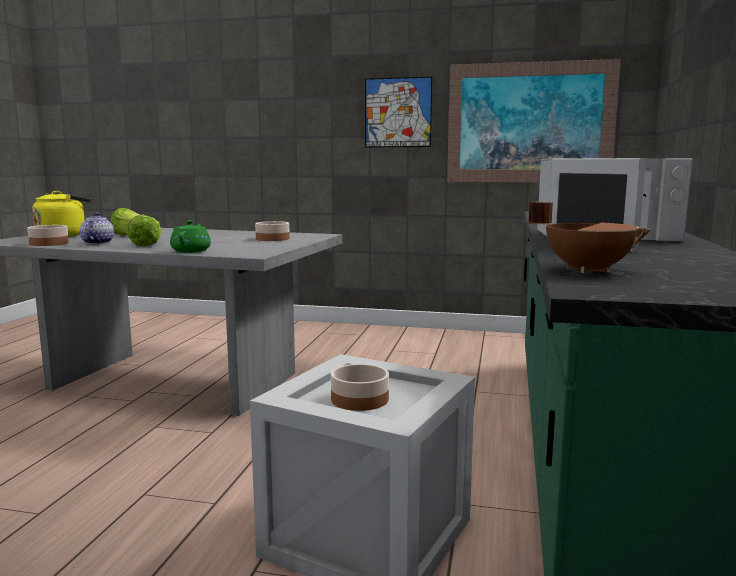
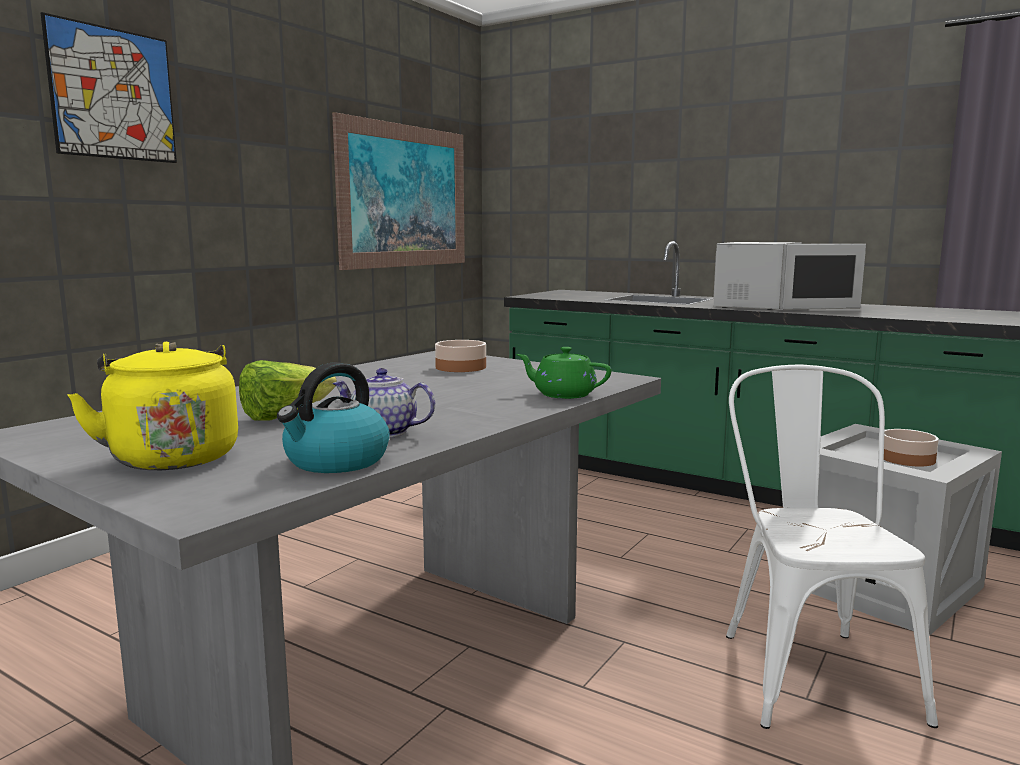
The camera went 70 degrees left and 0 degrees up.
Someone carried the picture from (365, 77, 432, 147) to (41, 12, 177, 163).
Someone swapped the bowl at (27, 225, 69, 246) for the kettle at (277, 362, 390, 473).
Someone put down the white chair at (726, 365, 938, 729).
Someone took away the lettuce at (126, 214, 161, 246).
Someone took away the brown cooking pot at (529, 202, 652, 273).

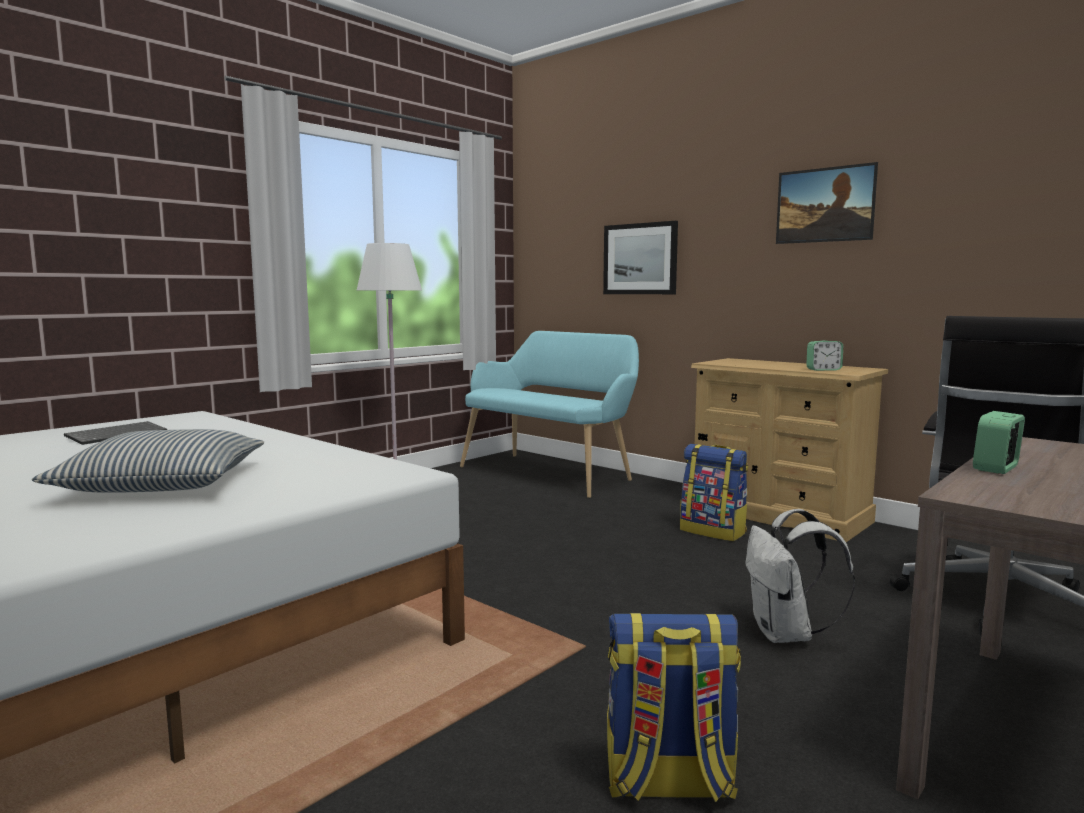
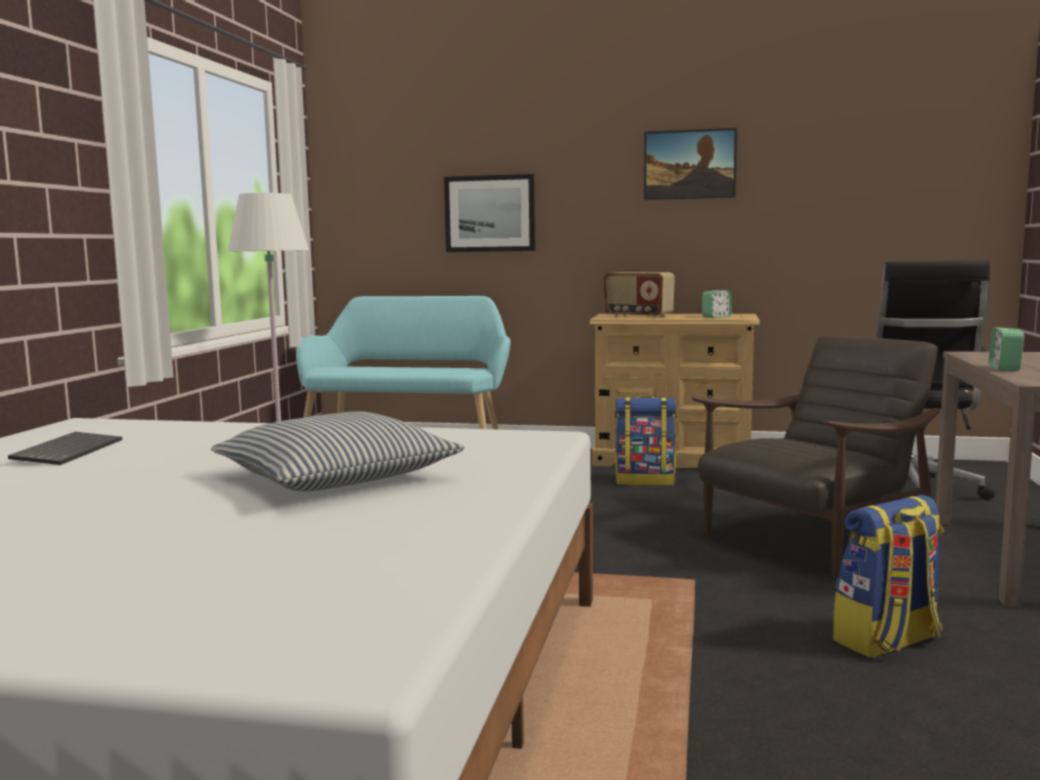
The camera went 30 degrees left and 0 degrees up.
Someone put down the radio at (604, 272, 675, 318).
Someone swapped the white backpack at (745, 509, 855, 643) for the brown armchair at (692, 335, 940, 578).

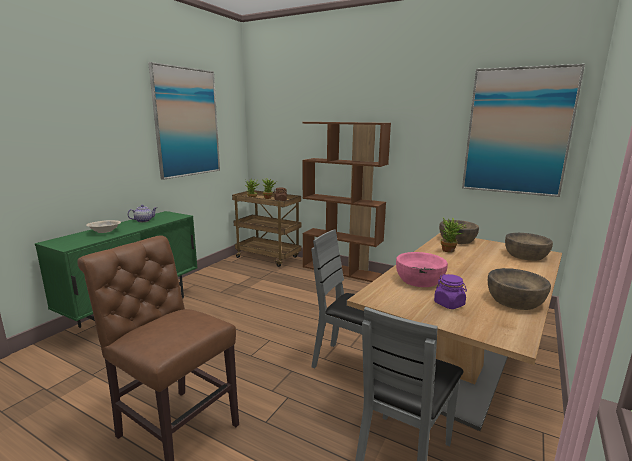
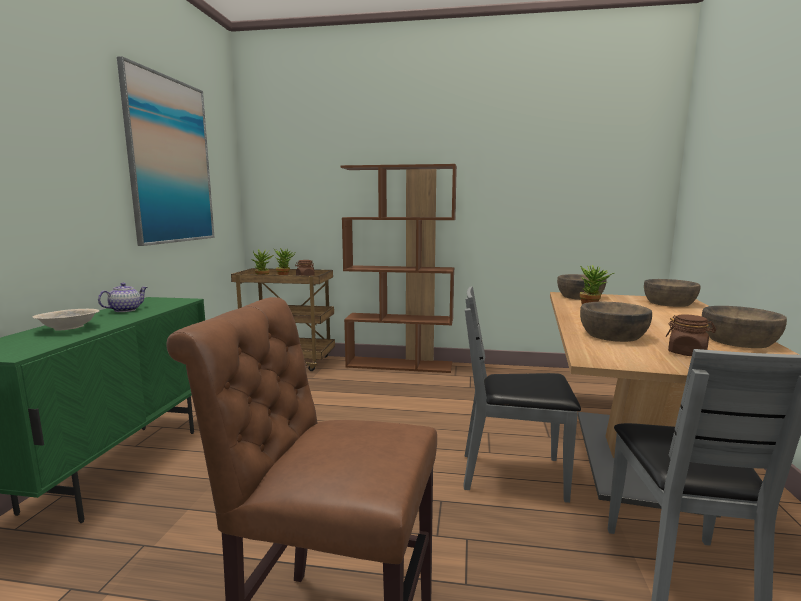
The camera went 20 degrees left and 5 degrees down.
Someone repainted the pink bowl at (396, 252, 448, 287), which became the brown bowl at (580, 301, 652, 342).
Someone repainted the purple jar at (434, 274, 467, 309), which became the brown jar at (666, 315, 716, 356).
Someone took away the picture at (462, 64, 585, 197).

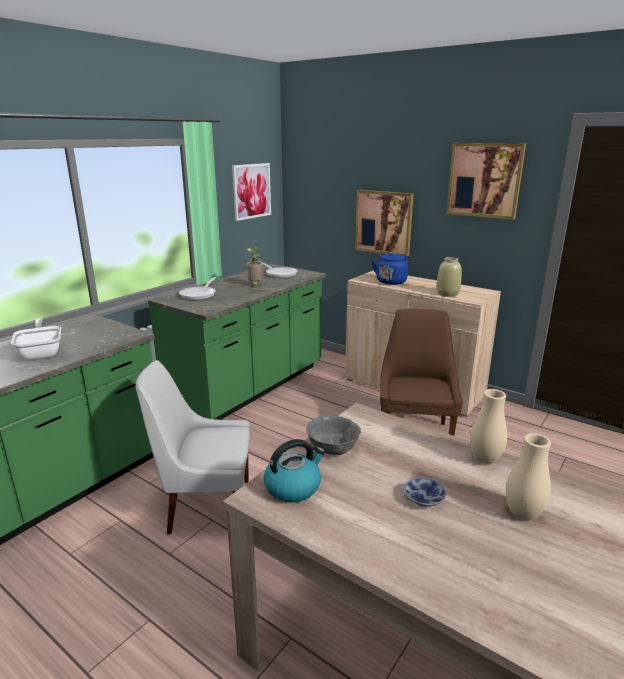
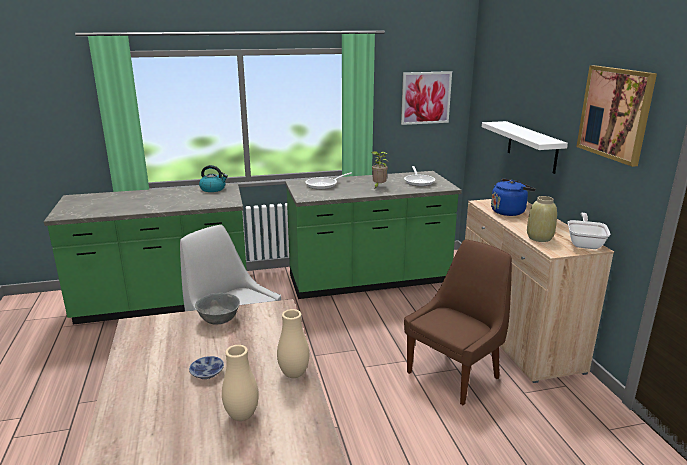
The camera went 40 degrees right and 0 degrees up.
Someone carried the kettle from (264, 439, 325, 503) to (199, 165, 228, 192).
Someone swapped the picture at (355, 190, 414, 256) for the white shelf at (482, 121, 568, 174).
Someone carried the frying pan from (11, 318, 61, 360) to (568, 213, 610, 249).

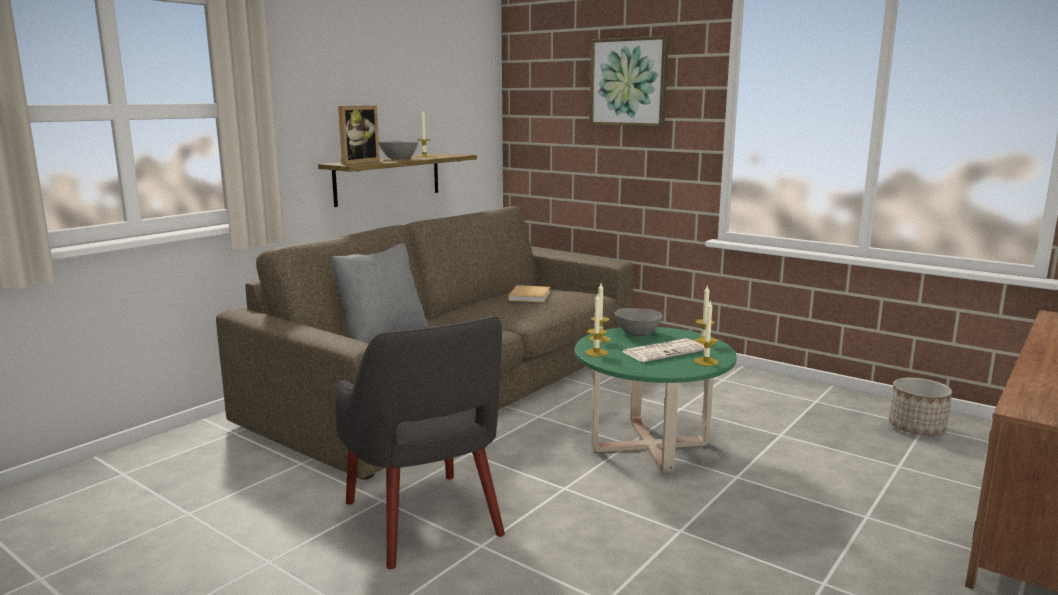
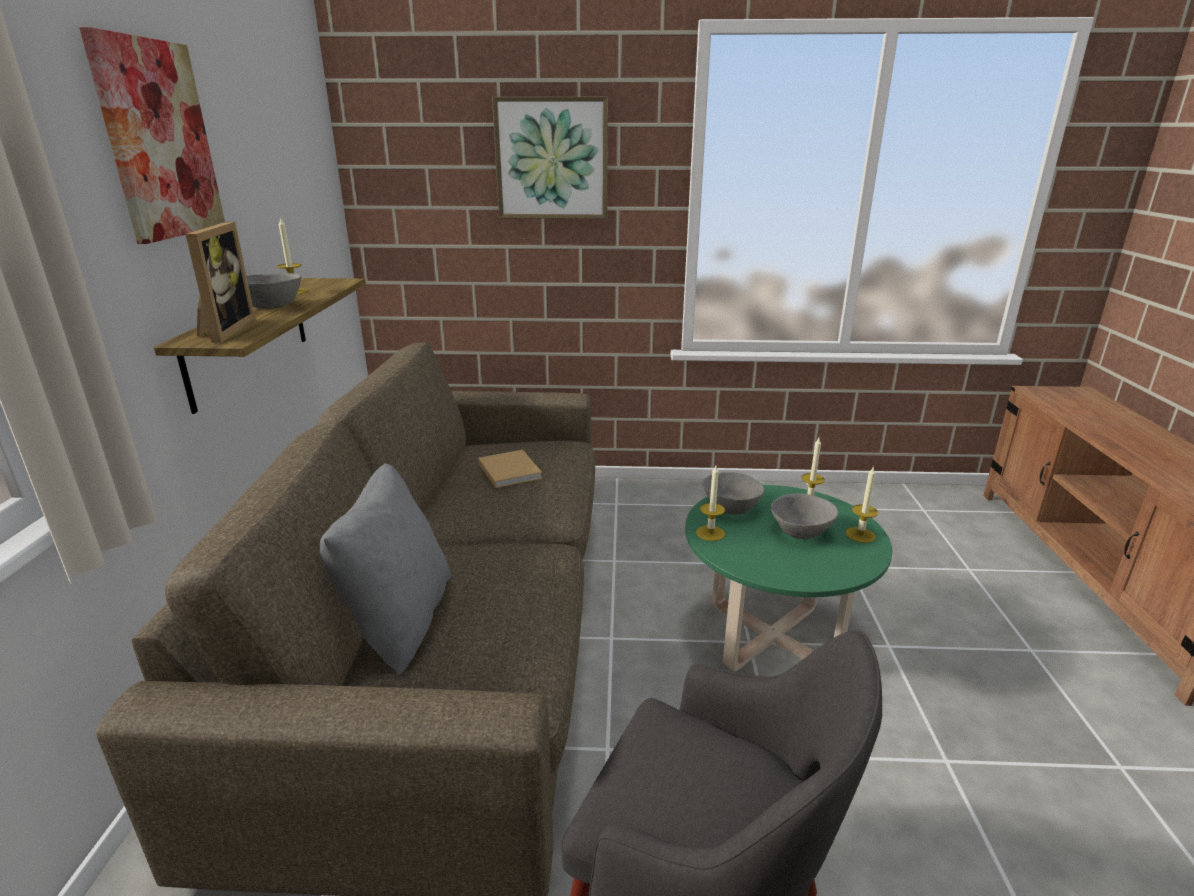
The camera went 35 degrees left and 10 degrees up.
Someone put up the picture at (79, 27, 225, 244).
Someone swapped the newspaper at (623, 338, 704, 362) for the grey bowl at (771, 494, 838, 539).
Someone took away the candle at (585, 294, 608, 357).
Someone took away the planter at (889, 378, 952, 435).

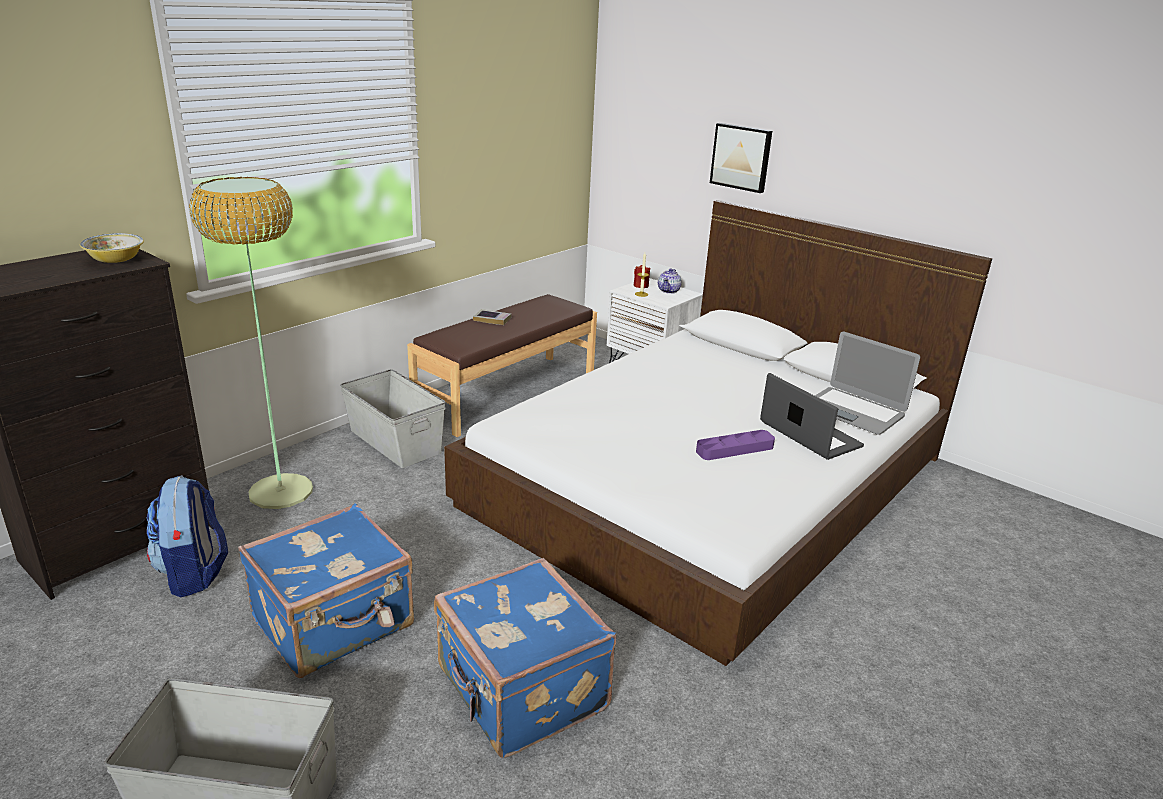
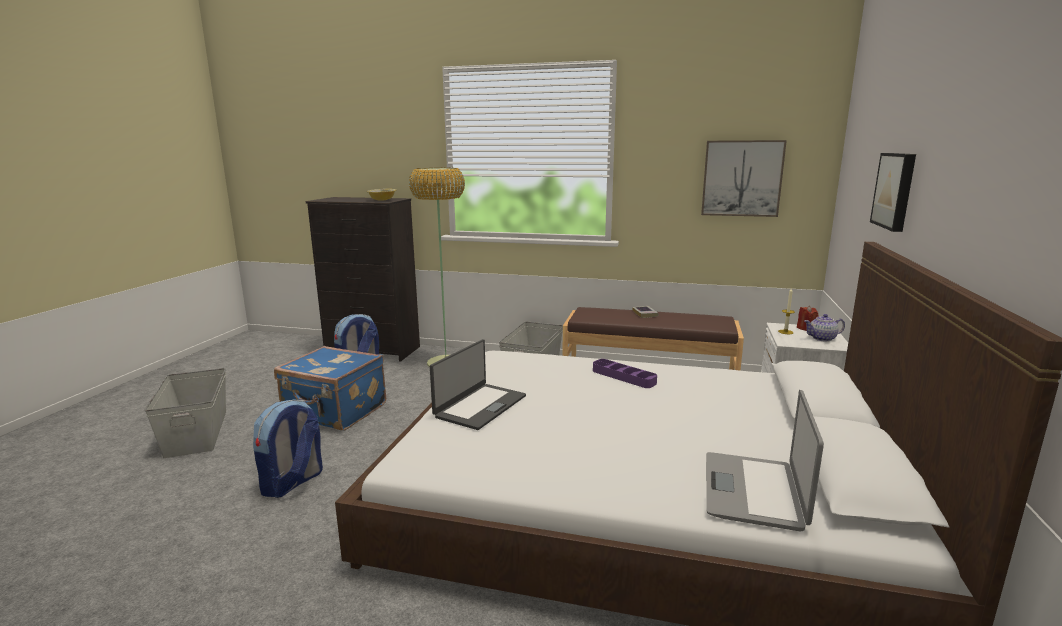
The camera went 65 degrees right and 10 degrees down.
Someone swapped the blue suitcase at (434, 558, 616, 758) for the backpack at (253, 400, 323, 498).
Someone carried the laptop from (760, 373, 864, 460) to (430, 339, 526, 430).
Someone carried the purple tray from (696, 430, 775, 460) to (593, 359, 657, 388).
Someone put up the picture at (701, 140, 787, 217).

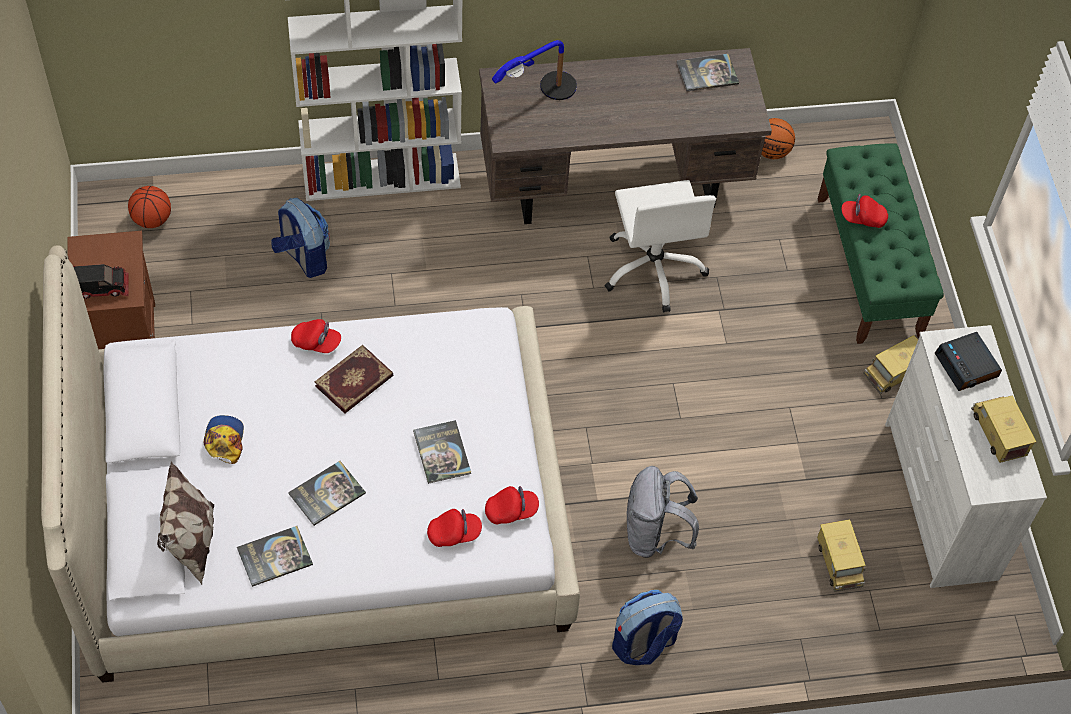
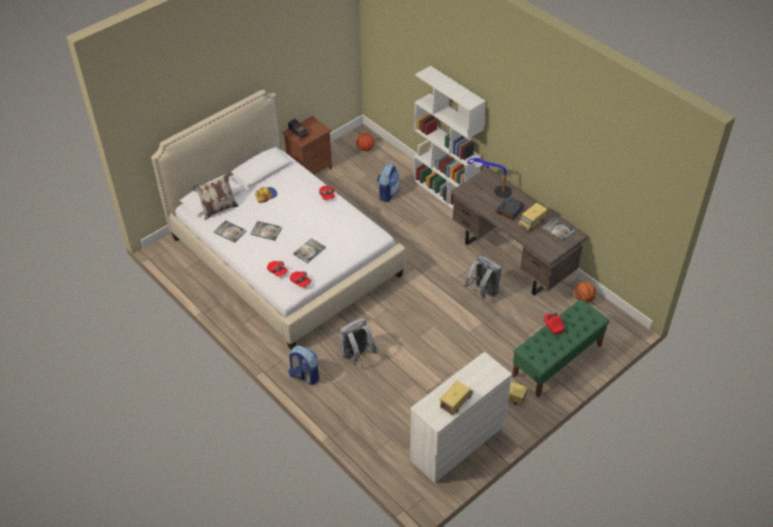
The camera went 60 degrees right and 10 degrees down.
Someone swapped the white office chair at (605, 180, 716, 312) for the grey backpack at (464, 256, 502, 300).
Someone carried the alarm clock from (935, 332, 1002, 391) to (495, 196, 524, 220).
Someone carried the toy truck from (817, 519, 866, 592) to (518, 202, 548, 233).
Someone took away the book at (315, 345, 393, 413).

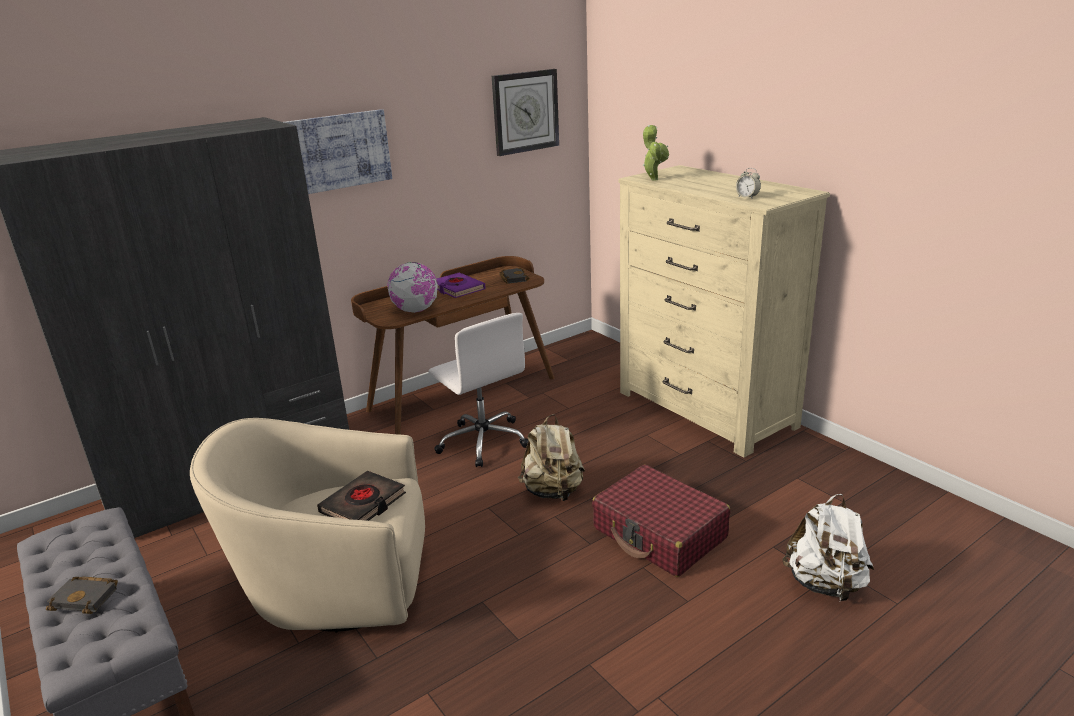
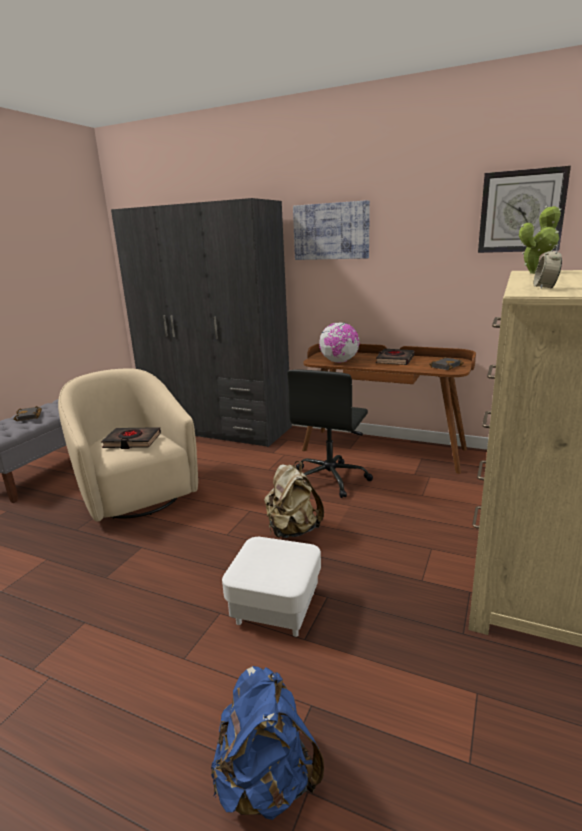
The camera went 60 degrees right and 5 degrees down.
Someone repainted the white backpack at (782, 494, 874, 601), which became the blue backpack at (211, 666, 324, 820).
Someone swapped the red suitcase at (592, 465, 730, 577) for the white ottoman at (222, 537, 321, 637).
Someone repainted the white office chair at (428, 313, 529, 467), which became the black office chair at (287, 369, 373, 498).
Someone repainted the purple book at (437, 272, 486, 298), which became the black book at (376, 349, 415, 365).

